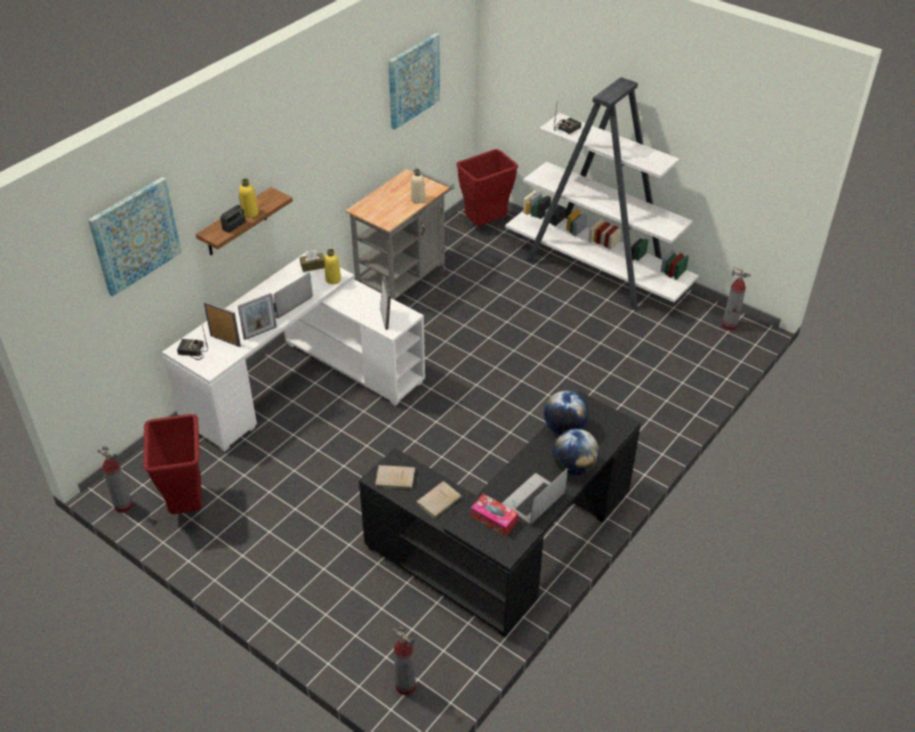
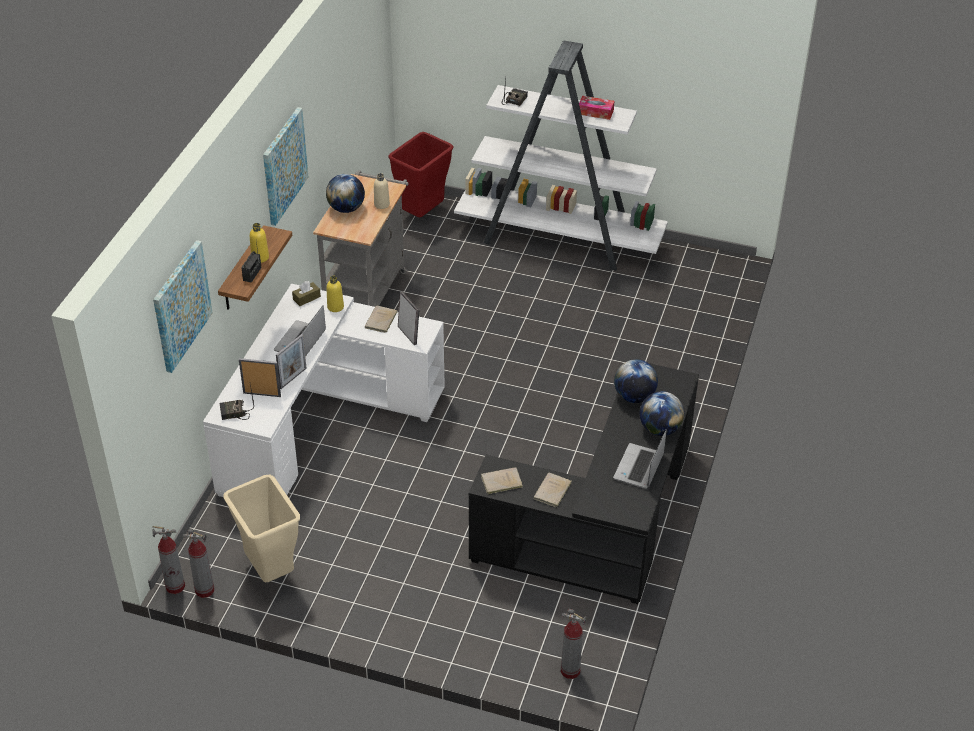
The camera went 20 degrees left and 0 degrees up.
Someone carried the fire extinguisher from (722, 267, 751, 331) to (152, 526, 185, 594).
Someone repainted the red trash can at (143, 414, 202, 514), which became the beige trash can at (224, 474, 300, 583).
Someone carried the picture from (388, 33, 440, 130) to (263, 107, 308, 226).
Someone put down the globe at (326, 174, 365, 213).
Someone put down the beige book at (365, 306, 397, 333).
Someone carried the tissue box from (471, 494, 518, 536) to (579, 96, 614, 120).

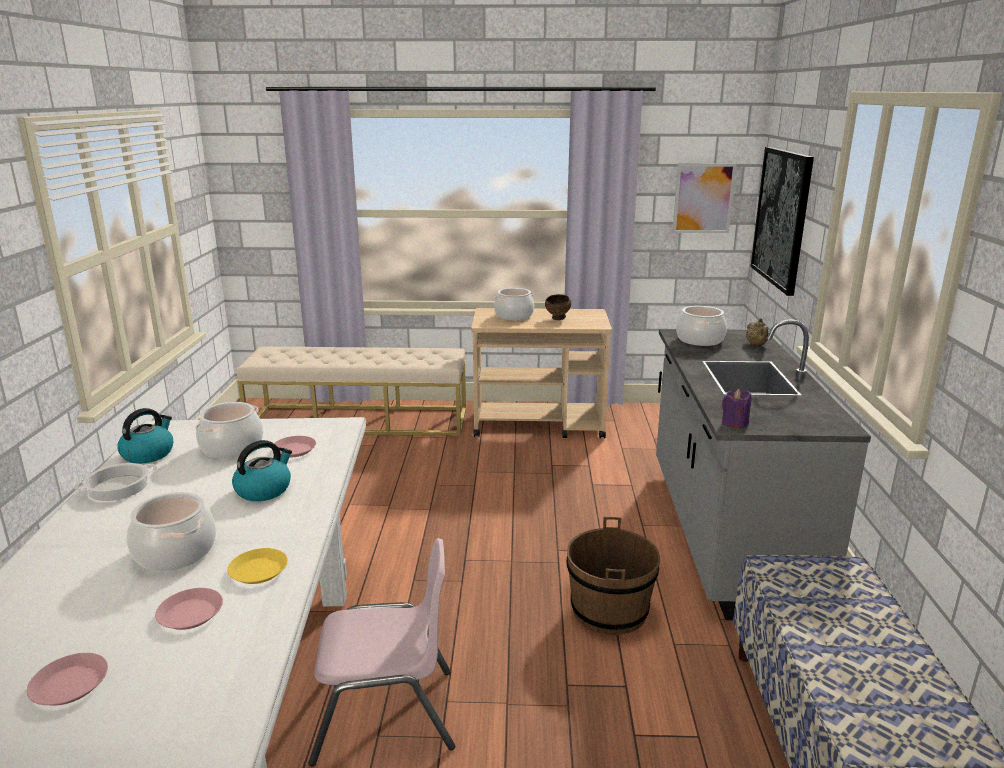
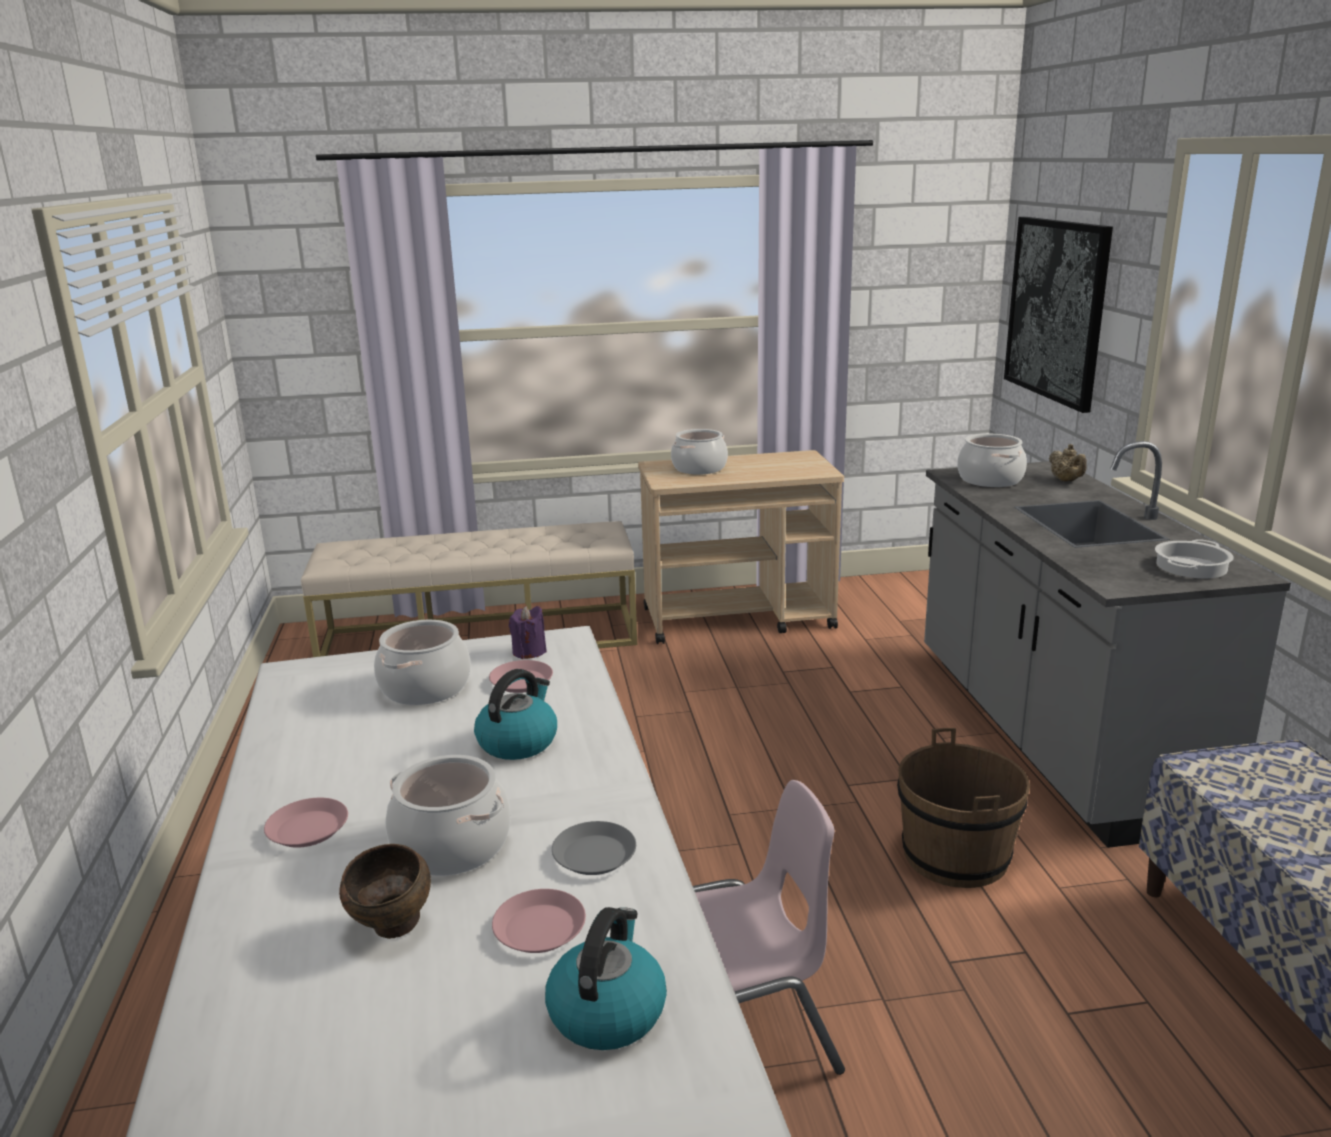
The camera went 10 degrees left and 0 degrees up.
Someone carried the pink plate from (27, 653, 108, 705) to (264, 798, 348, 848).
Someone carried the brown bowl from (545, 294, 571, 320) to (339, 844, 431, 939).
Someone carried the purple candle from (722, 389, 751, 428) to (509, 606, 547, 659).
Someone carried the kettle from (117, 408, 173, 464) to (545, 907, 667, 1050).
Someone repainted the yellow plate at (227, 548, 288, 584), which became the grey plate at (552, 821, 636, 875).
Someone carried the cooking pot from (74, 463, 157, 501) to (1155, 539, 1234, 578).
Someone took away the picture at (672, 163, 737, 233).

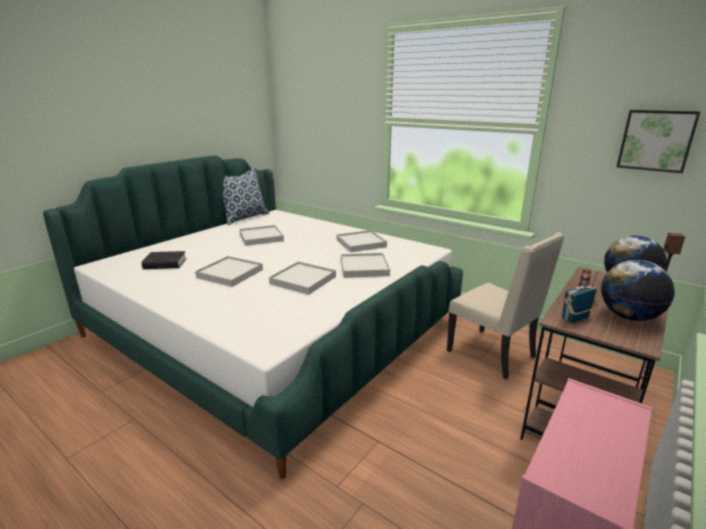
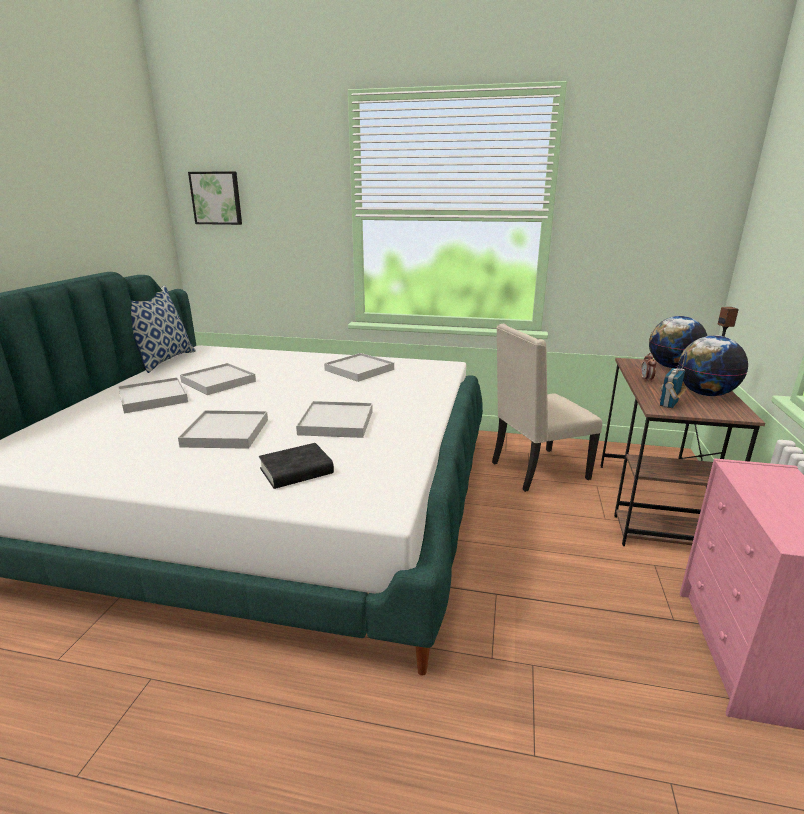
The camera went 25 degrees left and 0 degrees up.
Someone carried the white tray from (341, 253, 390, 278) to (118, 377, 188, 413).
Someone carried the picture from (617, 110, 700, 173) to (188, 171, 242, 225).
Someone carried the black book from (142, 251, 187, 269) to (259, 443, 334, 489).
Someone rotated the beige chair at (447, 232, 565, 379) by 135 degrees clockwise.

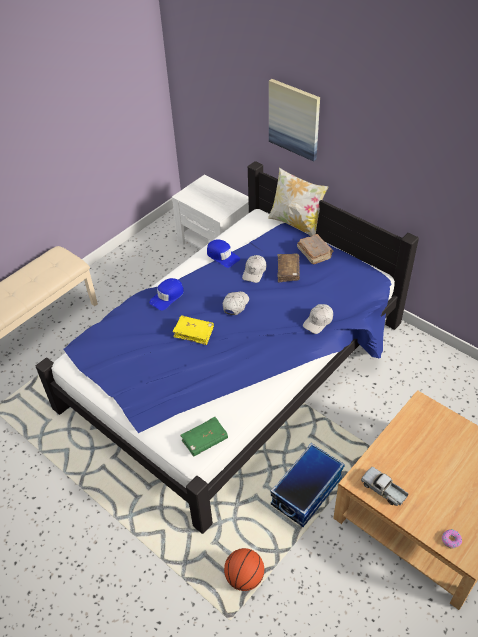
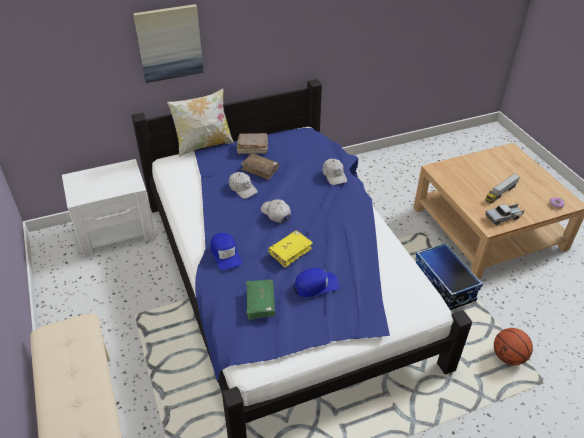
The camera went 65 degrees left and 5 degrees down.
Someone carried the green book from (180, 417, 228, 456) to (246, 280, 275, 320).
Someone carried the blue cap from (207, 240, 240, 268) to (294, 267, 339, 297).
Someone put down the toy truck at (485, 173, 520, 204).

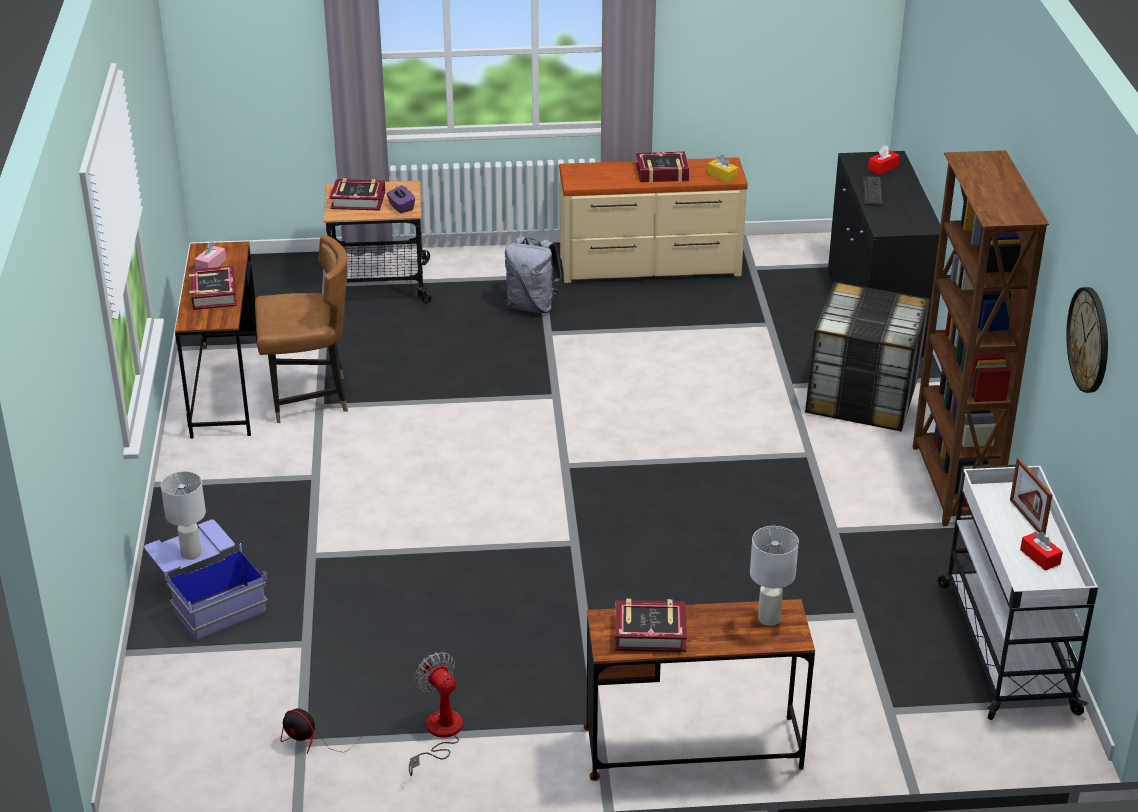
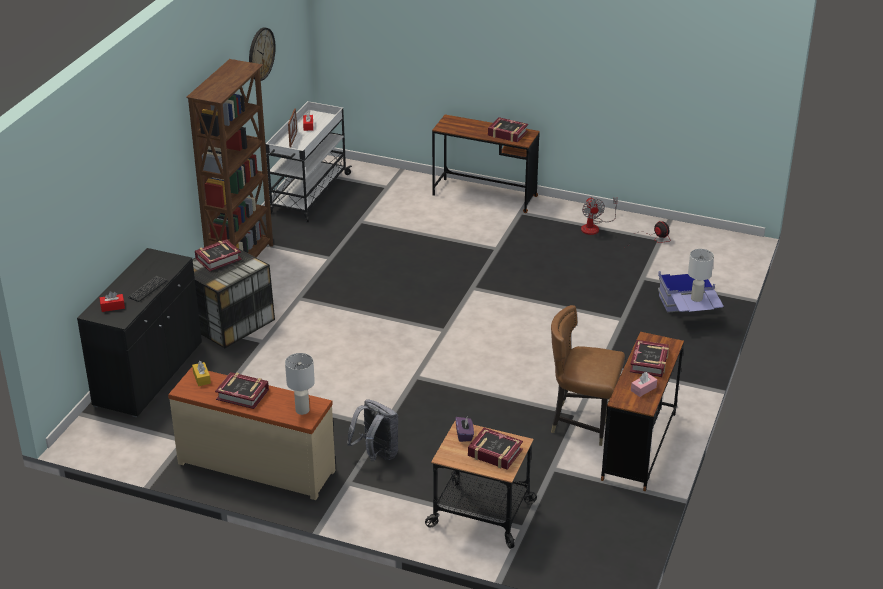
The camera went 155 degrees left and 0 degrees up.
Someone put down the book at (195, 239, 242, 272).
Someone carried the white table lamp from (750, 526, 799, 626) to (285, 353, 315, 415).

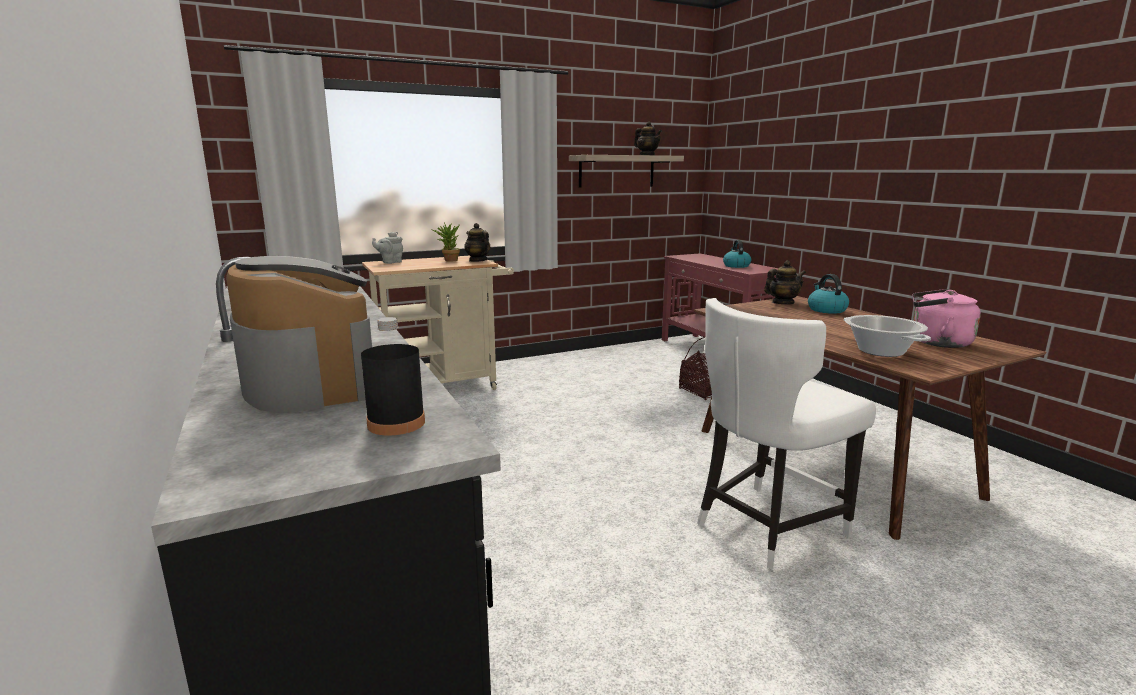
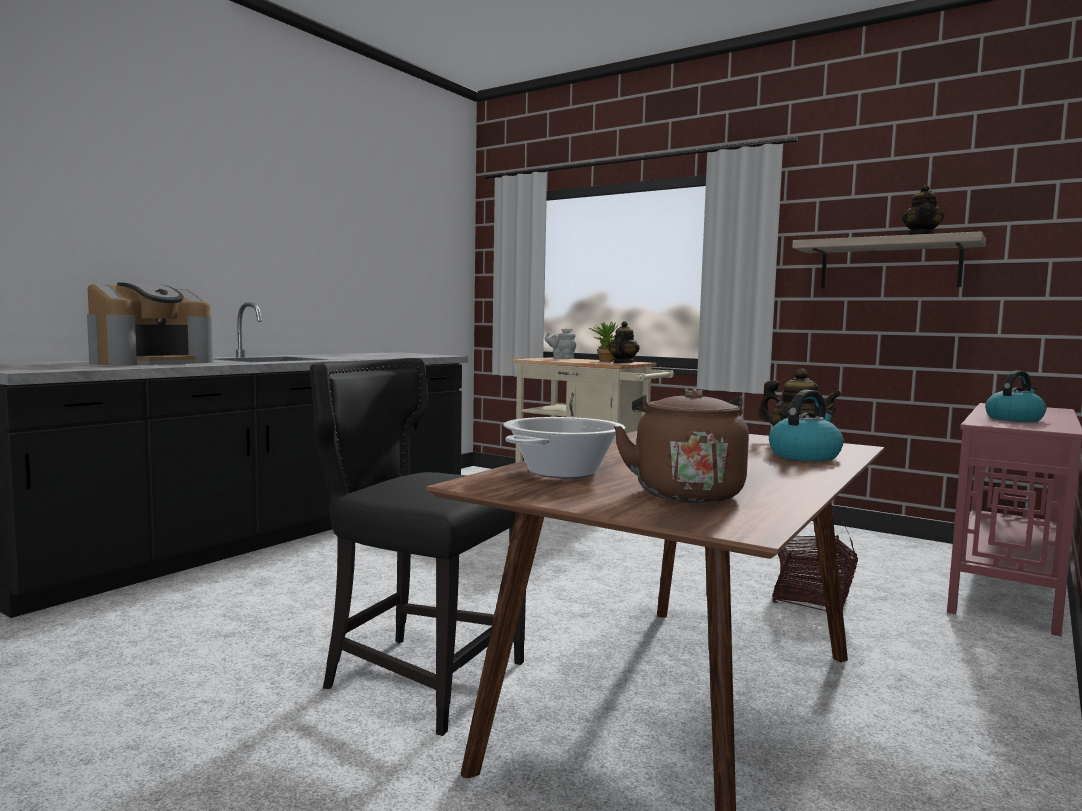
The camera went 60 degrees right and 10 degrees down.
Someone repainted the white chair at (697, 298, 876, 570), which became the black chair at (310, 358, 526, 736).
Someone repainted the pink kettle at (912, 289, 981, 348), which became the brown kettle at (614, 389, 749, 503).
Someone took away the black bottle at (361, 317, 425, 436).

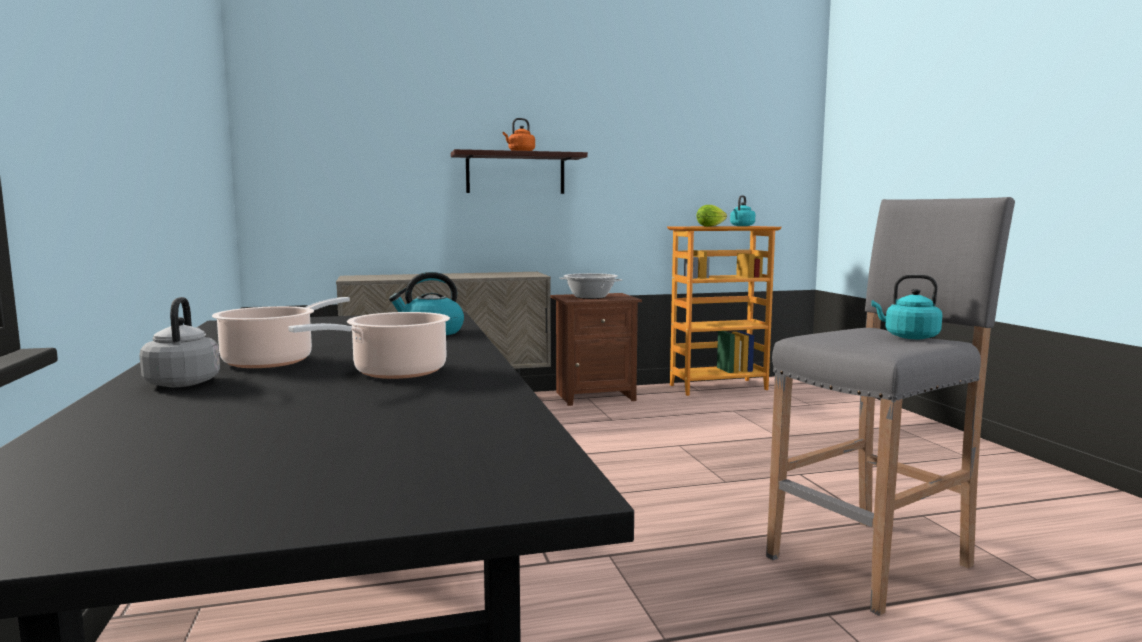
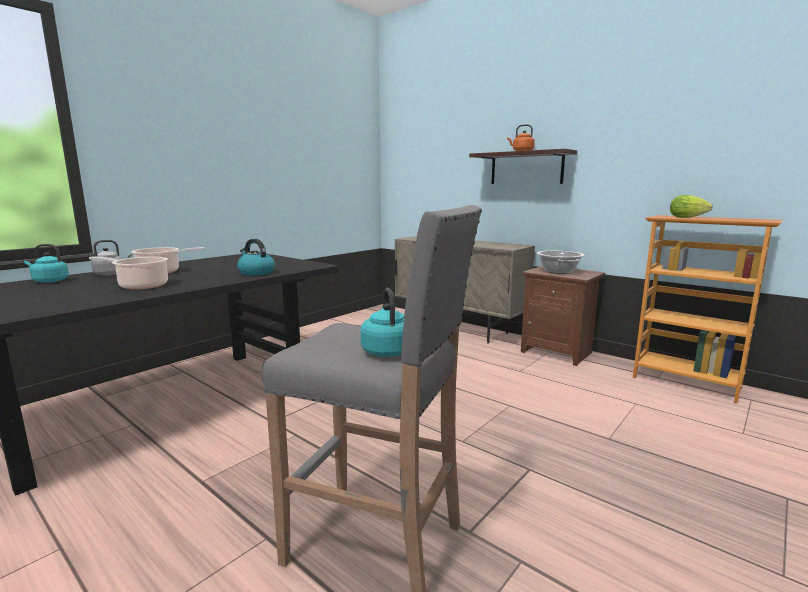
The camera went 55 degrees right and 5 degrees up.
Someone carried the turquoise kettle from (730, 195, 755, 226) to (24, 244, 69, 283).

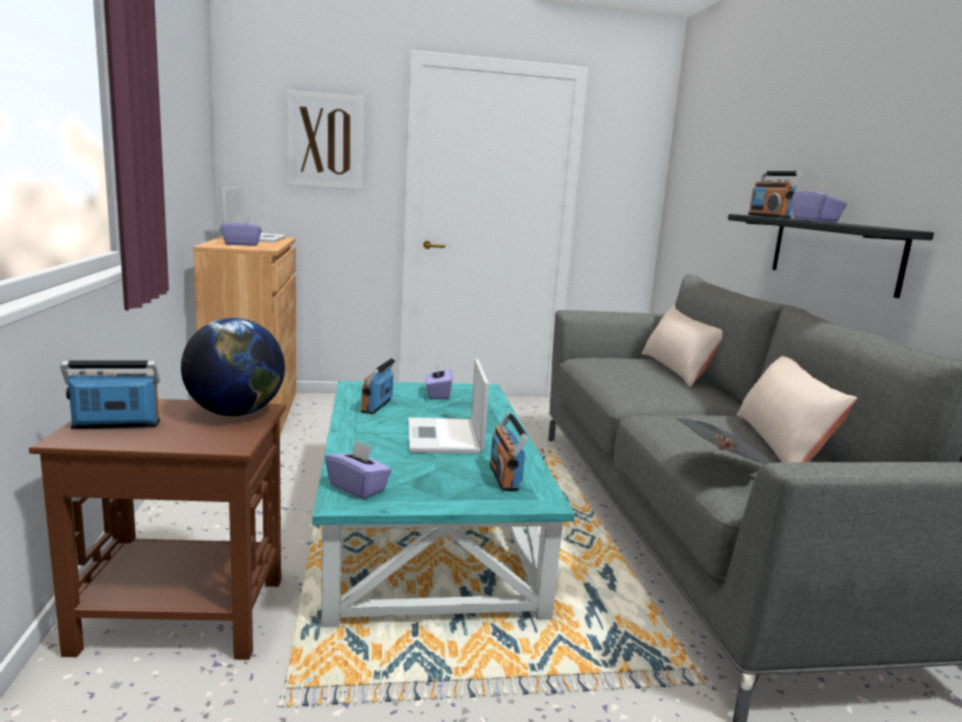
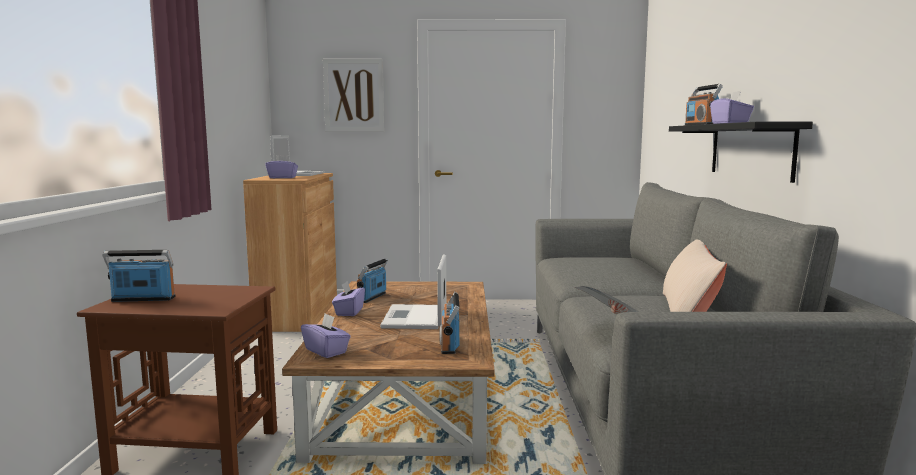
The camera went 10 degrees right and 5 degrees down.
Someone repainted the turquoise coffee table at (312, 381, 575, 627), which became the brown coffee table at (282, 281, 495, 464).
Someone carried the purple tissue box from (426, 363, 453, 400) to (332, 281, 365, 316).
Someone took away the globe at (181, 318, 285, 416).
Someone took away the beige pillow at (641, 304, 723, 387).

